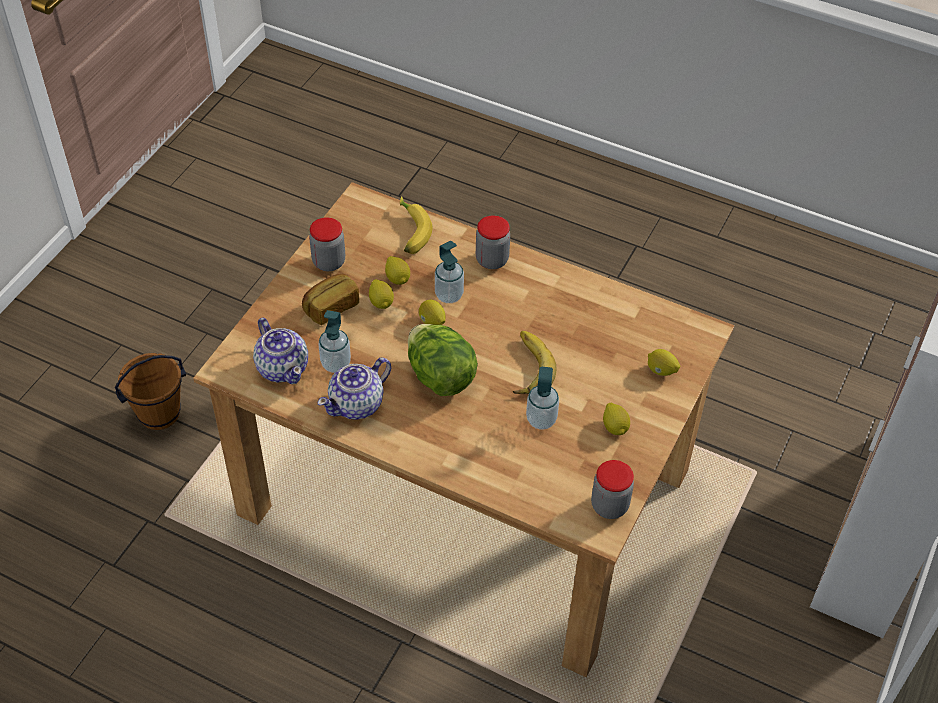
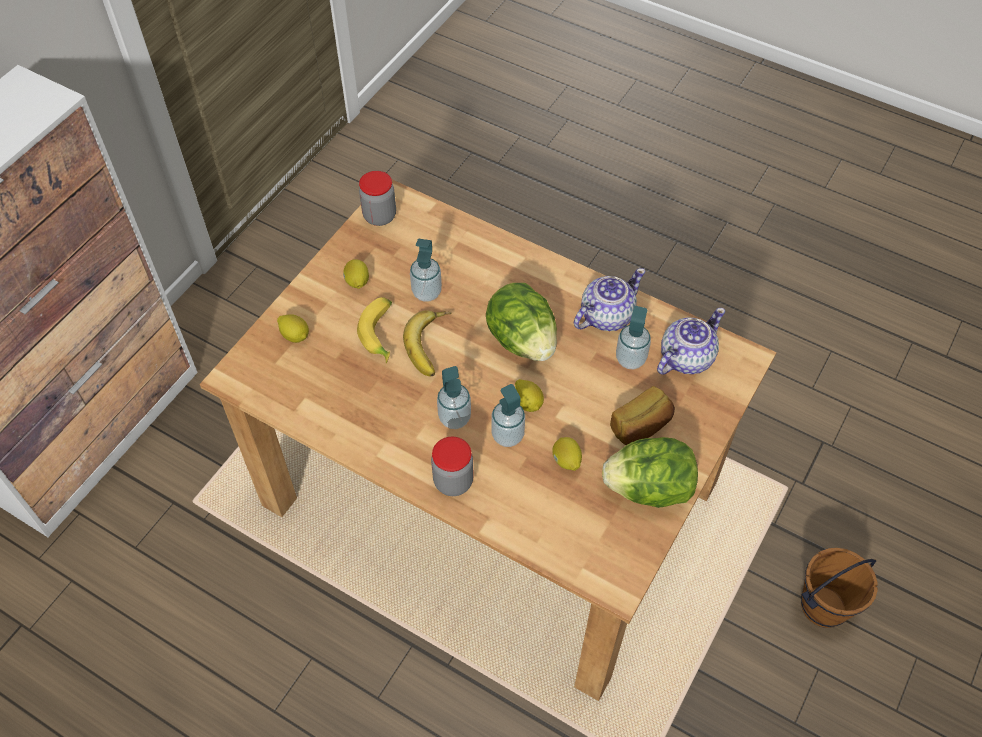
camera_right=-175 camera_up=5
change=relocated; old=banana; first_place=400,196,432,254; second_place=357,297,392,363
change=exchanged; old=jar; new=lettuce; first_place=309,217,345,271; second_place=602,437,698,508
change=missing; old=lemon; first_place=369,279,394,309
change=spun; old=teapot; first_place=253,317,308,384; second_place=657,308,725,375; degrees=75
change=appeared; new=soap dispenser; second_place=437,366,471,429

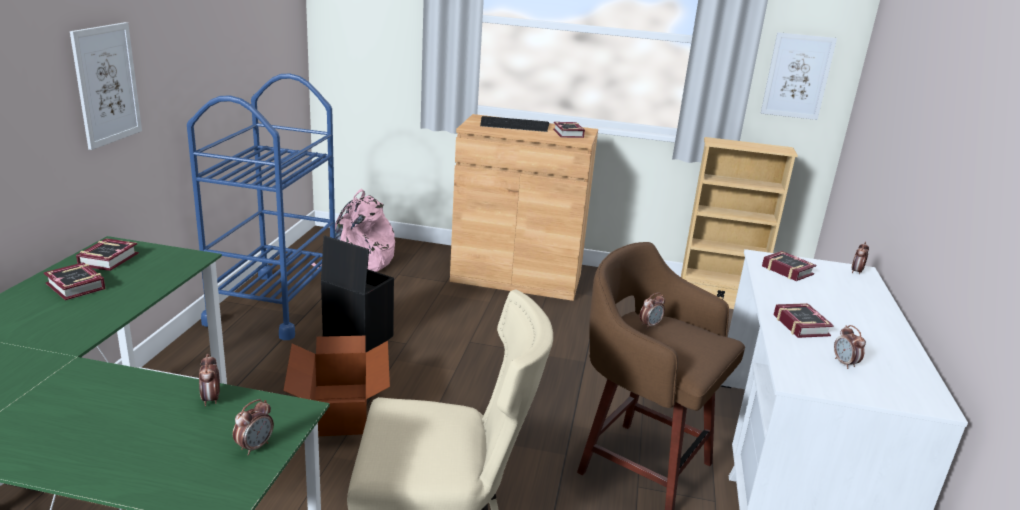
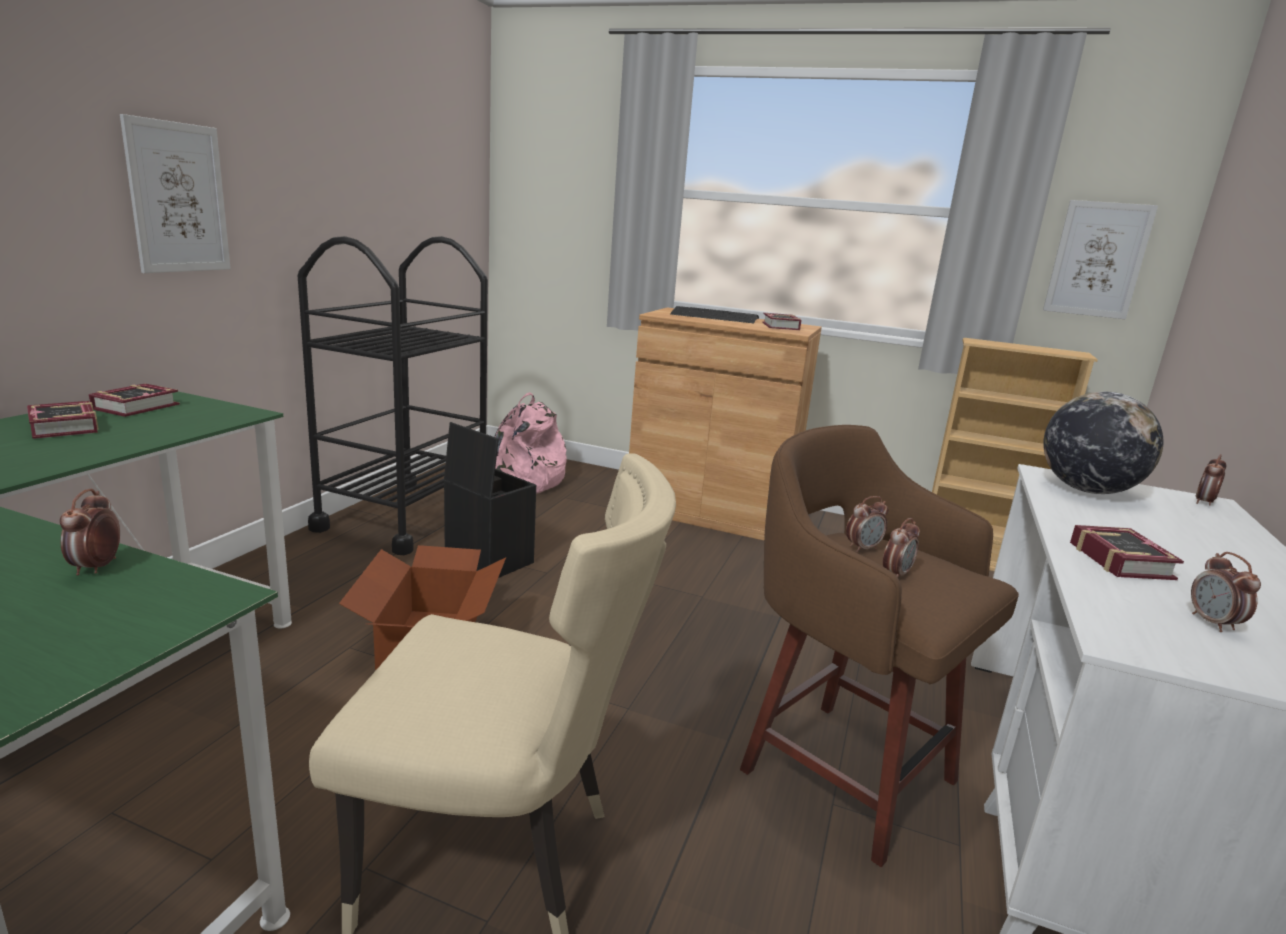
camera_right=10 camera_up=-5
change=colour; old=blue cart; new=black cart; first_place=187,74,335,340; second_place=298,236,488,555
change=exchanged; old=book; new=globe; first_place=762,251,816,281; second_place=1043,392,1163,494
change=relocated; old=alarm clock; first_place=233,399,274,455; second_place=883,518,920,578

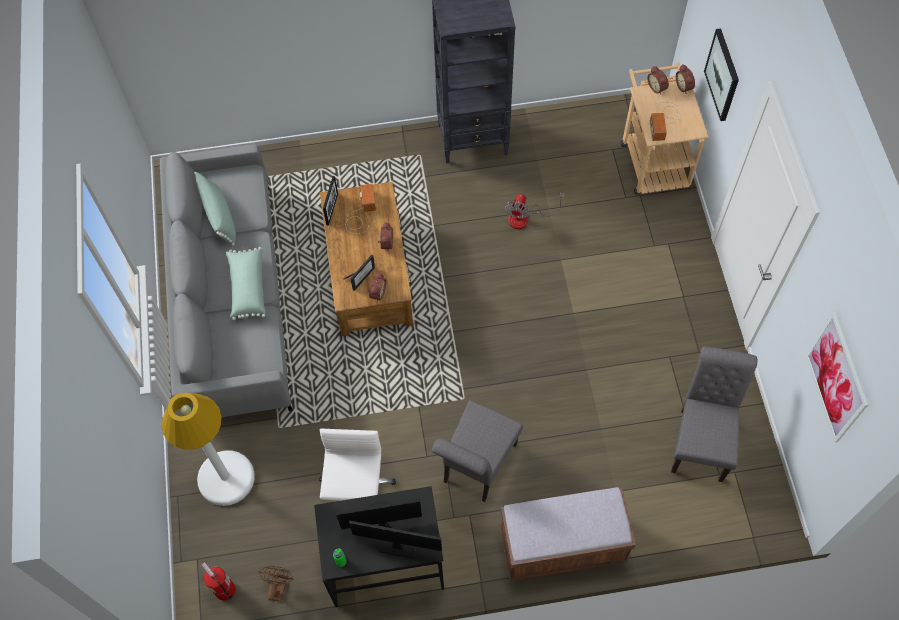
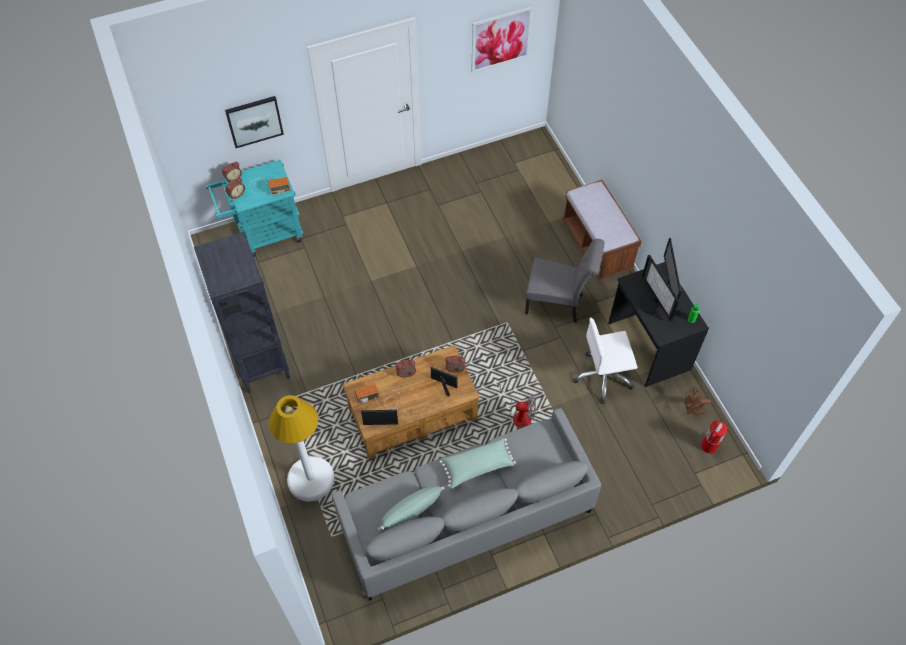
camera_right=-105 camera_up=-5
change=colour; old=beige cart; new=turquoise cart; first_place=621,62,709,195; second_place=206,160,303,257
change=relocated; old=fan; first_place=505,193,565,229; second_place=497,383,536,428
change=missing; old=grey chair; first_place=671,347,758,482
change=relocated; old=white floor lamp; first_place=162,393,255,506; second_place=269,395,335,502

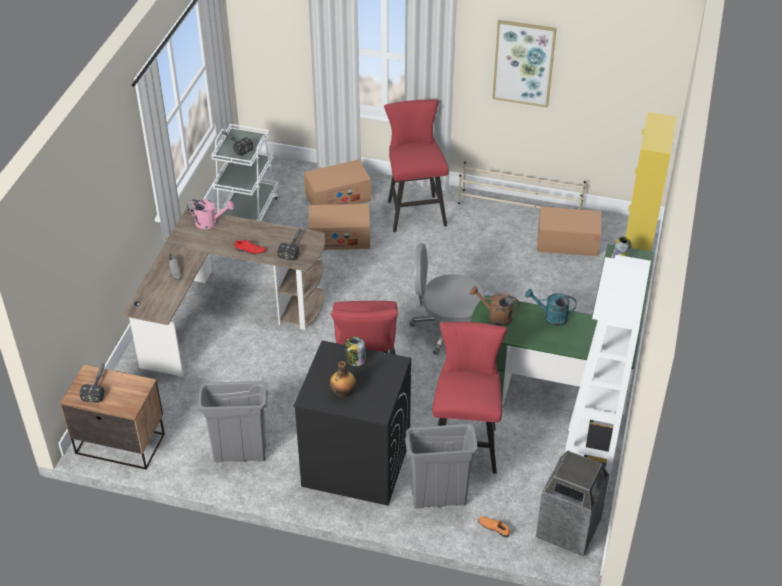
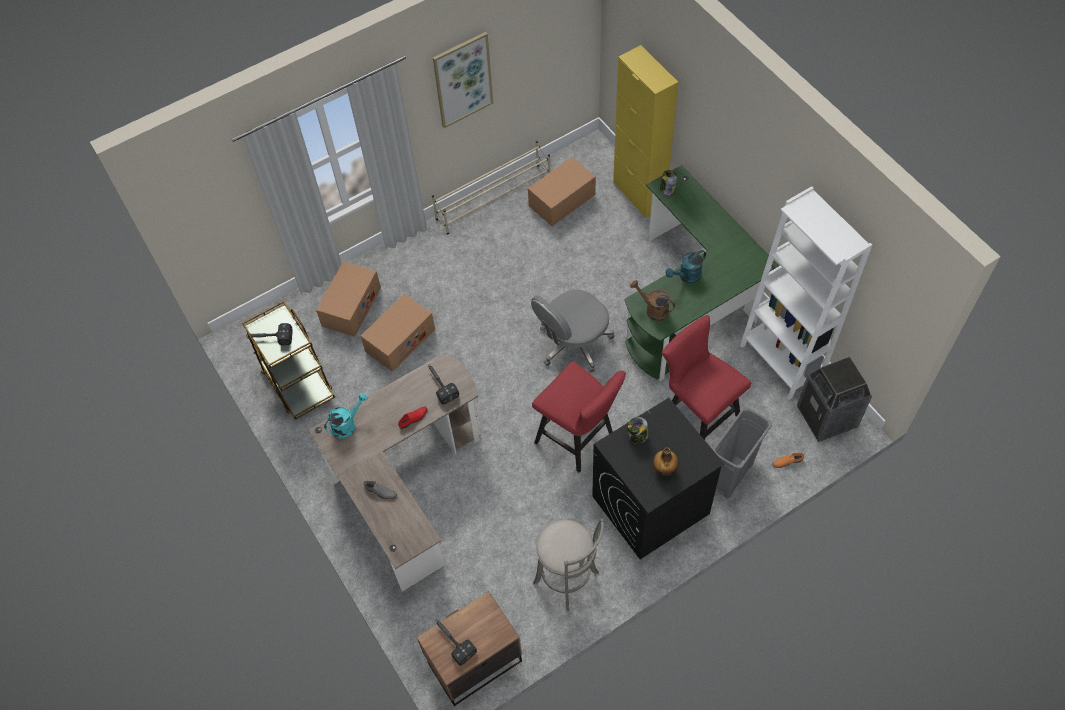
camera_right=-45 camera_up=15
change=missing; old=red stool; first_place=384,99,449,232
change=colour; old=white cart; new=brown cart; first_place=211,124,278,221; second_place=242,301,335,420
change=colour; old=pink watering can; new=turquoise watering can; first_place=187,199,234,229; second_place=324,393,368,439
change=spun; old=brown watering can; first_place=470,286,520,326; second_place=630,280,675,321; degrees=60
change=exchanged; old=grey trash can; new=grey stool; first_place=198,381,268,462; second_place=533,518,604,610

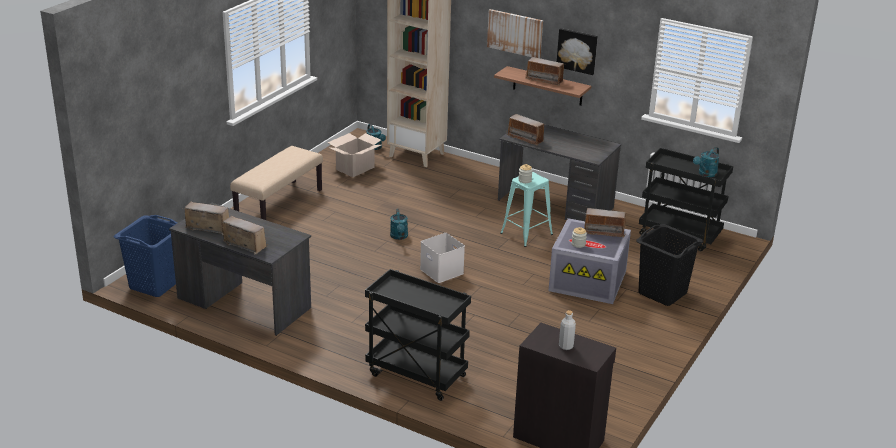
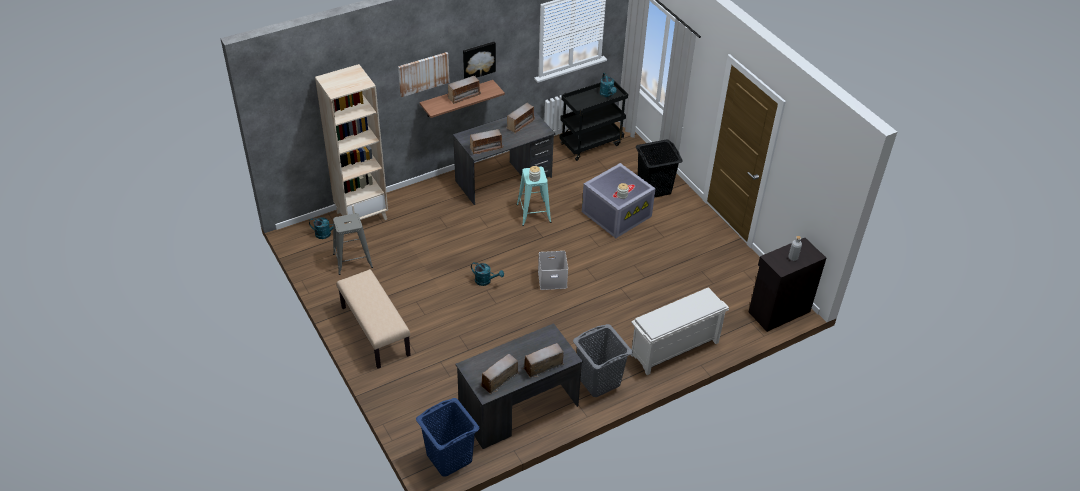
camera_right=-60 camera_up=15
change=exchanged; old=cardboard box; new=grey stool; first_place=327,133,381,177; second_place=333,213,373,275
change=relocated; old=radio; first_place=584,208,628,238; second_place=506,103,535,133
change=exchanged; old=black cart; new=white shoe rack; first_place=365,269,471,401; second_place=631,287,729,375
change=appeared; new=grey laundry basket; second_place=573,324,633,397

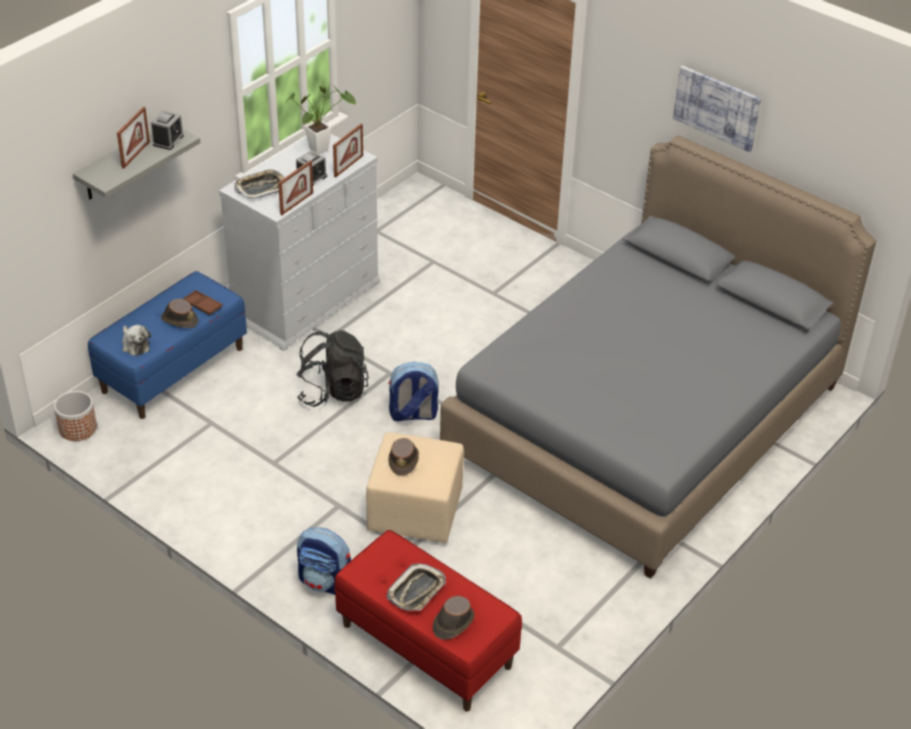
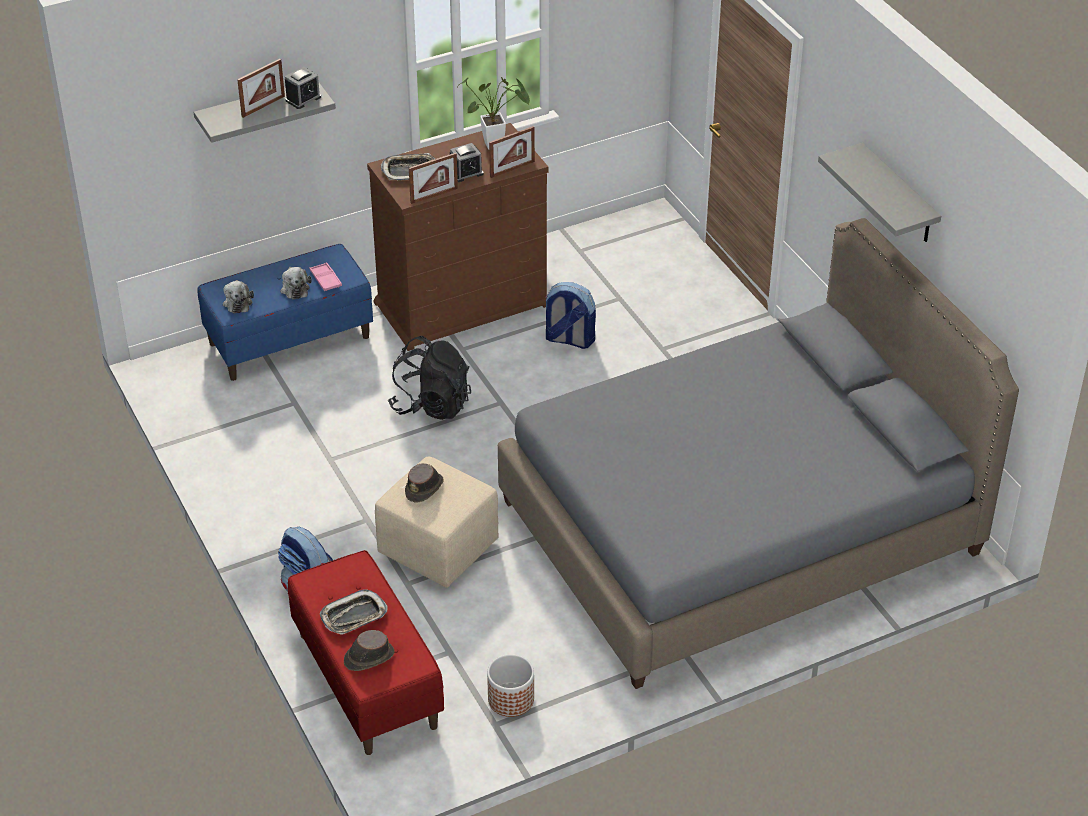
camera_right=25 camera_up=0
change=exchanged; old=picture; new=grey shelf; first_place=673,65,761,152; second_place=818,143,941,242
change=colour; old=white dresser; new=brown dresser; first_place=219,134,380,351; second_place=367,123,549,351
change=colour; old=brown tray; new=pink tray; first_place=183,290,223,315; second_place=309,262,342,291
change=exchanged; old=brown hat; new=plush toy; first_place=161,299,198,328; second_place=280,267,312,300
change=relocated; old=backpack; first_place=388,362,439,422; second_place=544,282,596,349
change=relocated; old=planter; first_place=54,391,97,441; second_place=487,654,534,717

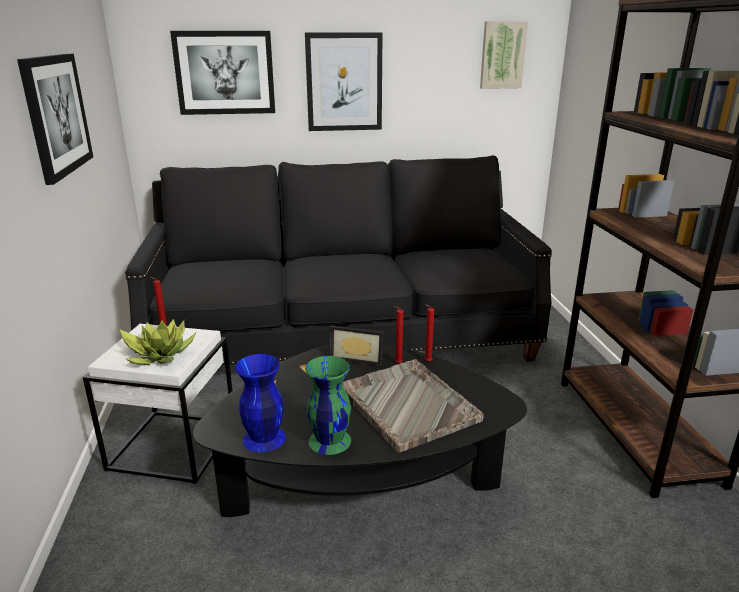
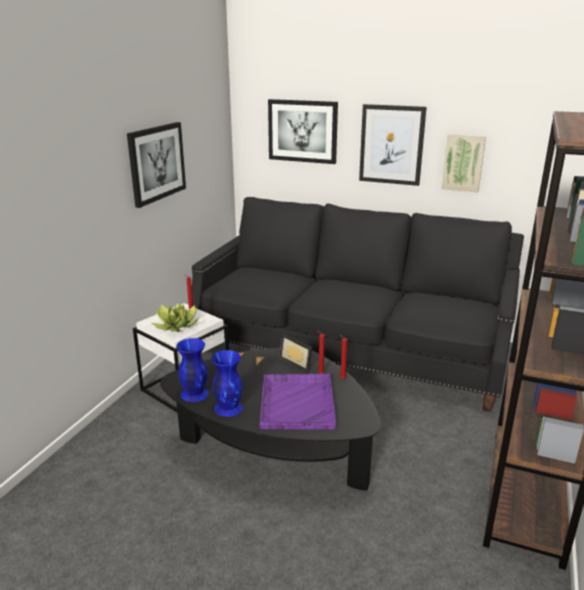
camera_right=30 camera_up=0
change=relocated; old=picture; first_place=480,21,528,89; second_place=442,135,486,192
change=colour; old=green vase; new=blue vase; first_place=305,356,351,455; second_place=211,350,243,417
change=colour; old=grey tray; new=purple tray; first_place=343,359,484,453; second_place=260,374,336,430

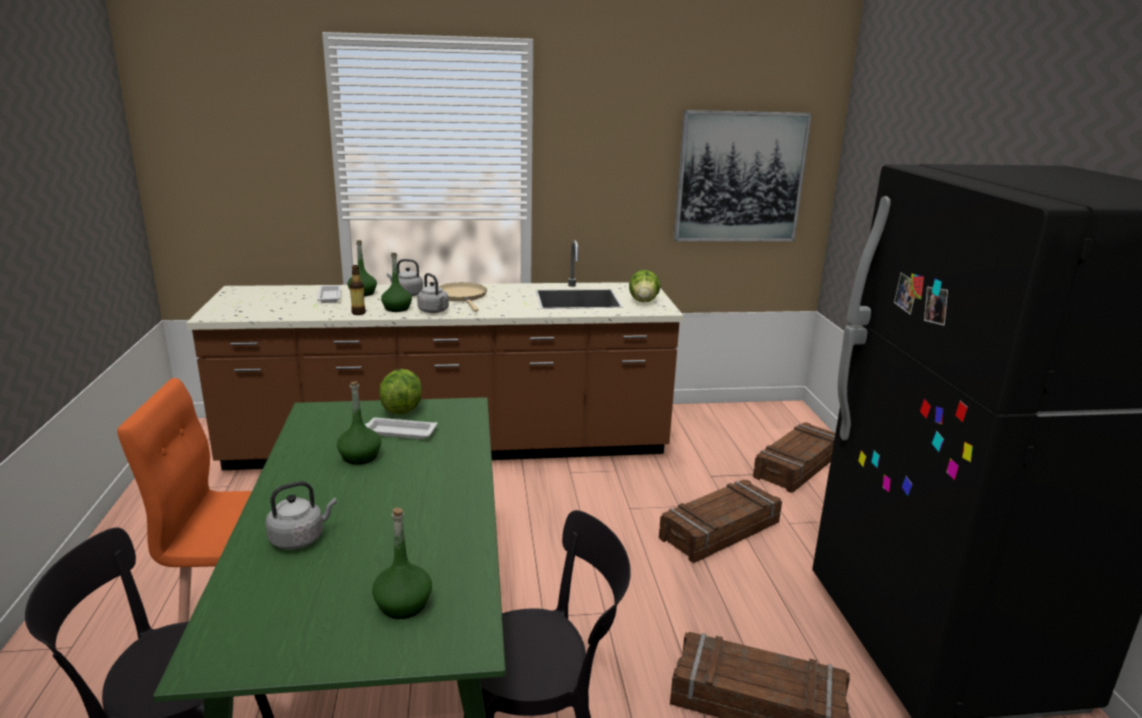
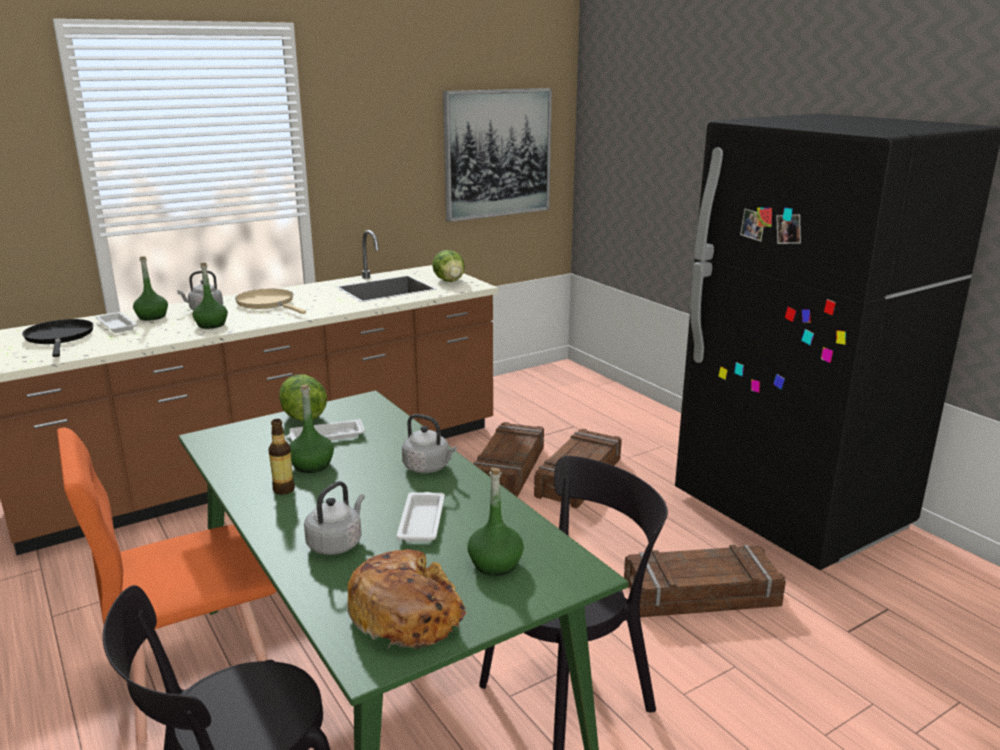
camera_right=-25 camera_up=0
change=relocated; old=bottle; first_place=350,265,366,315; second_place=268,419,295,495
change=relocated; old=grey kettle; first_place=417,273,449,313; second_place=402,414,457,473
change=relocated; old=crate; first_place=753,422,835,493; second_place=473,422,544,497
change=appeared; new=black frying pan; second_place=22,319,93,357
change=appeared; new=white tray; second_place=396,492,445,542
change=appeared; new=bread; second_place=347,549,467,649

